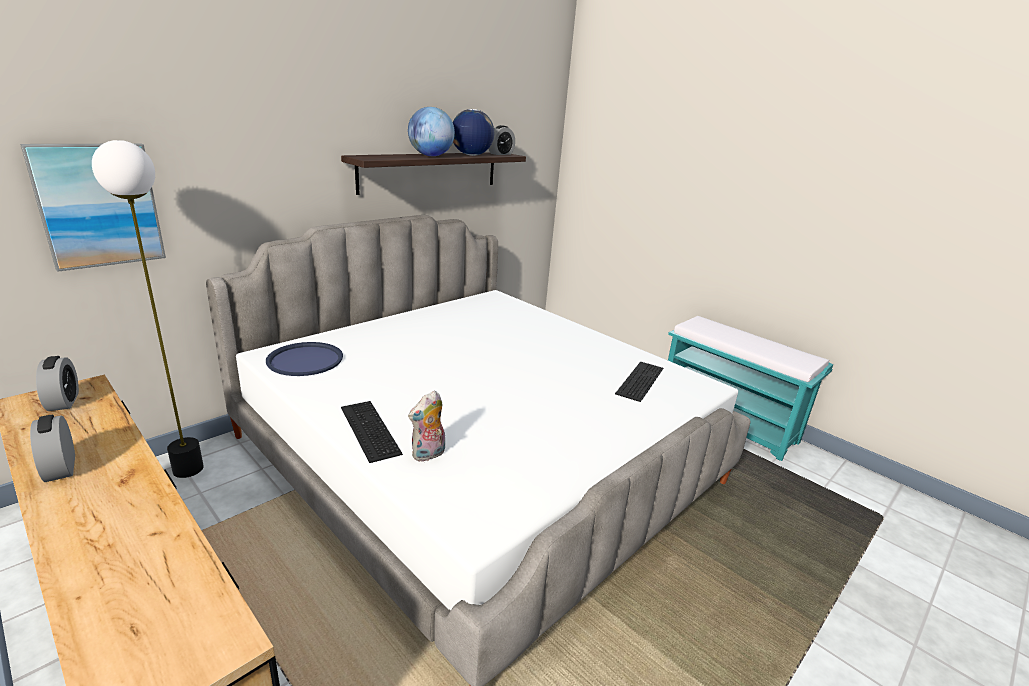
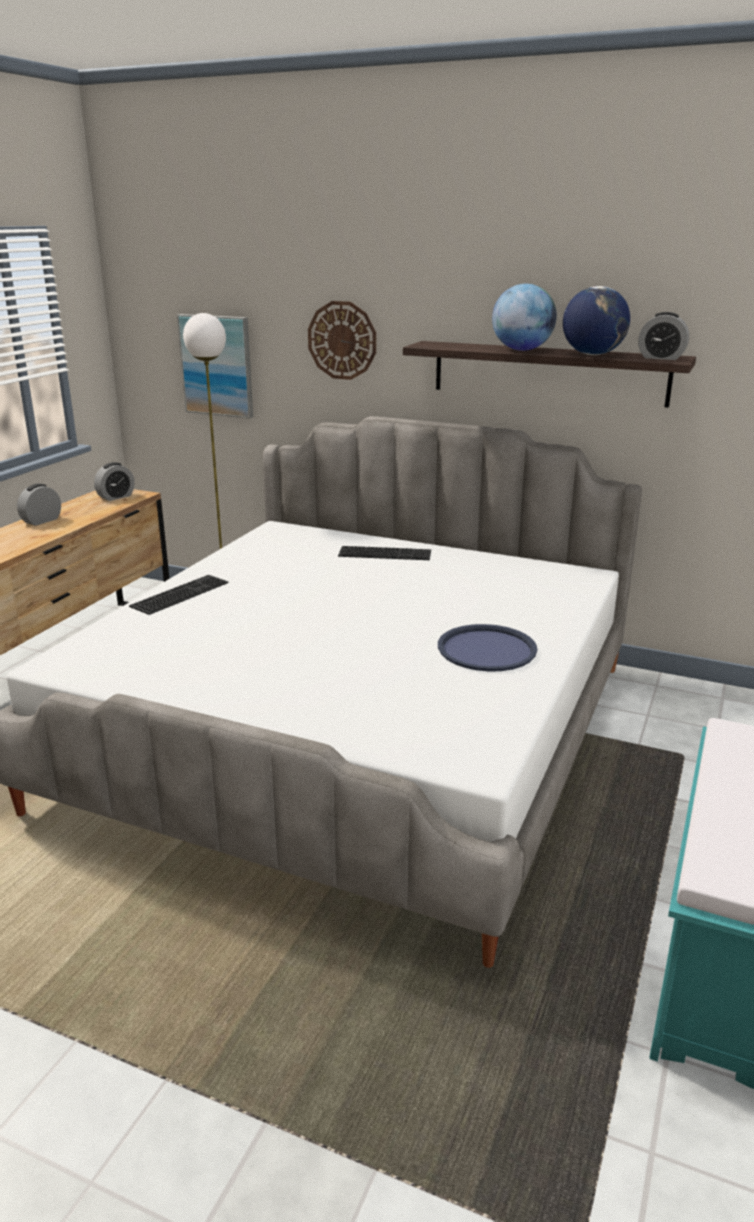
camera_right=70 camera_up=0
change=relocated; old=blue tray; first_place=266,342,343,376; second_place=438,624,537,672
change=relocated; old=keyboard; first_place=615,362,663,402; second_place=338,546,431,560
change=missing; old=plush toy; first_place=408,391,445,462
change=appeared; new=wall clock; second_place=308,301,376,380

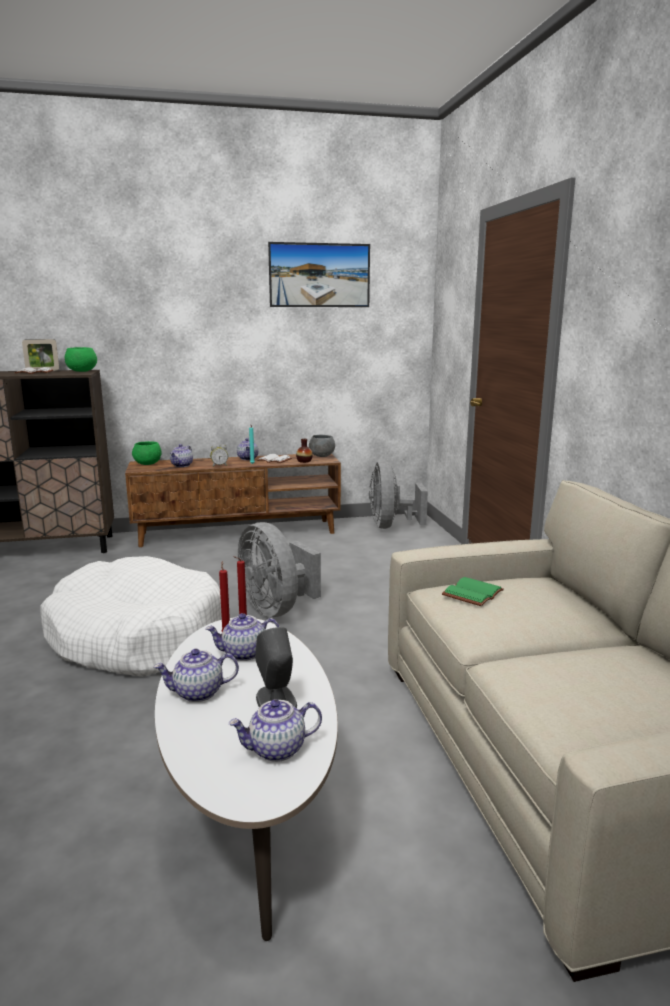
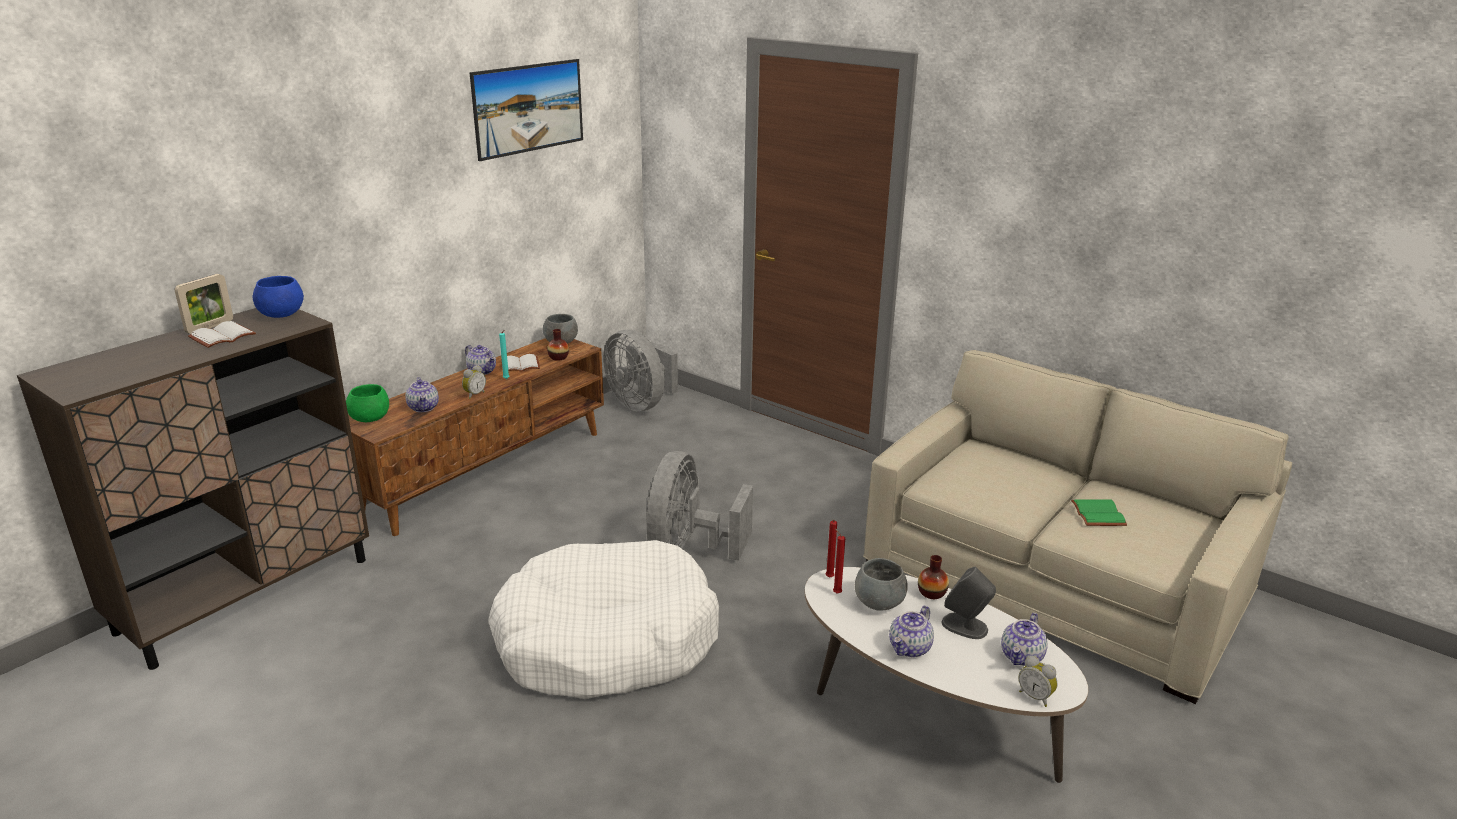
camera_right=-40 camera_up=10
change=colour; old=green bowl; new=blue bowl; first_place=65,347,97,372; second_place=253,276,304,318
change=spun; old=grey fan; first_place=238,522,321,617; second_place=646,451,753,561; degrees=90
change=relocated; old=green book; first_place=442,577,504,606; second_place=1071,499,1127,526
change=exchanged; old=teapot; new=grey bowl; first_place=206,613,279,661; second_place=855,558,908,611
change=appeared; new=vase; second_place=918,555,949,599
change=appeared; new=alarm clock; second_place=1019,656,1058,707

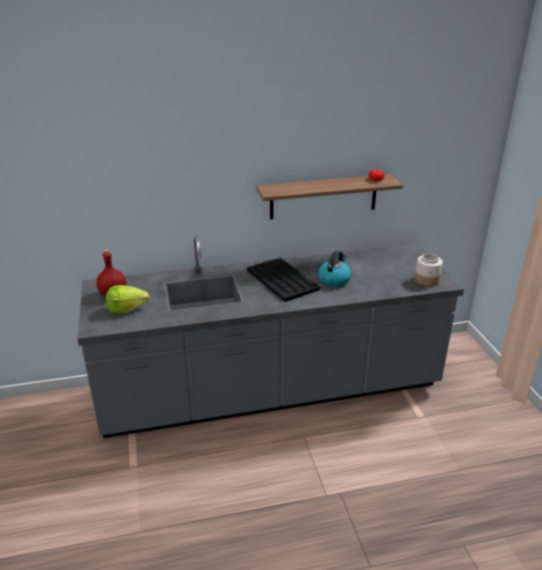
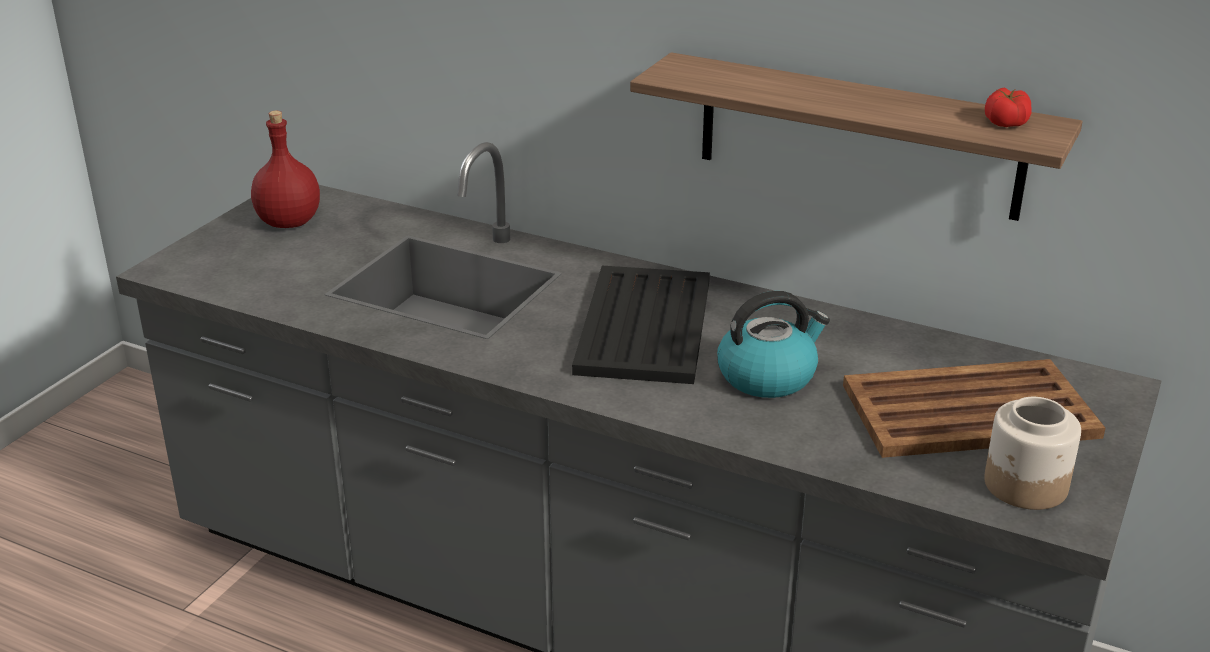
camera_right=40 camera_up=0
change=missing; old=lettuce; first_place=106,285,150,314
change=appeared; new=brown tray; second_place=843,359,1105,458

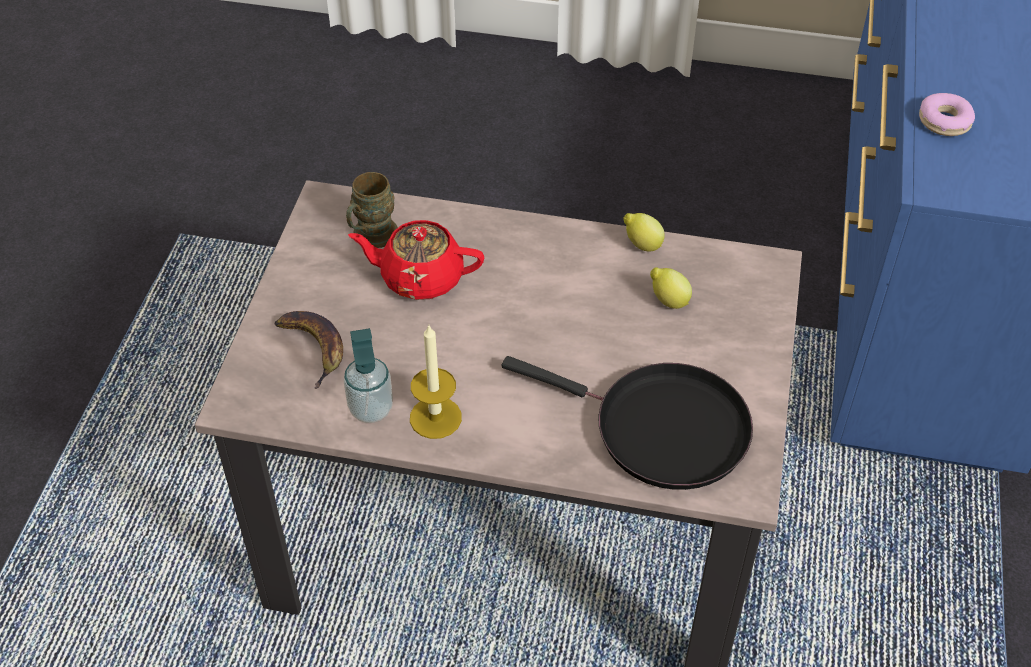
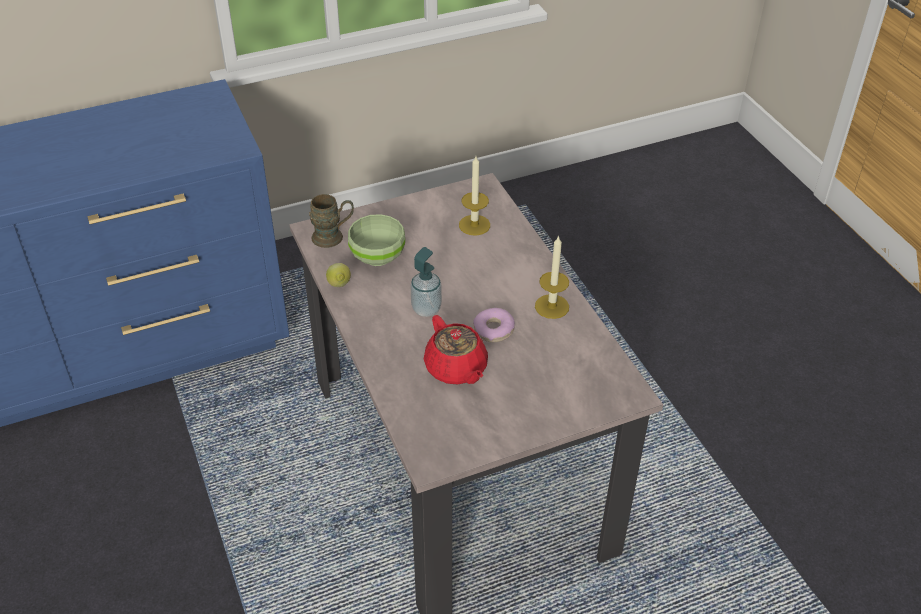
camera_right=-125 camera_up=-5
change=relocated; old=donut; first_place=919,93,975,136; second_place=473,308,515,342
change=relocated; old=brown mug; first_place=346,172,398,248; second_place=309,194,354,248
change=exchanged; old=lemon; new=green bowl; first_place=650,267,692,309; second_place=348,214,405,266
change=missing; old=banana; first_place=274,311,343,389
change=relocated; old=soap dispenser; first_place=344,328,393,423; second_place=410,247,442,317
change=exchanged; old=black frying pan; new=candle; first_place=502,356,753,490; second_place=459,156,490,235

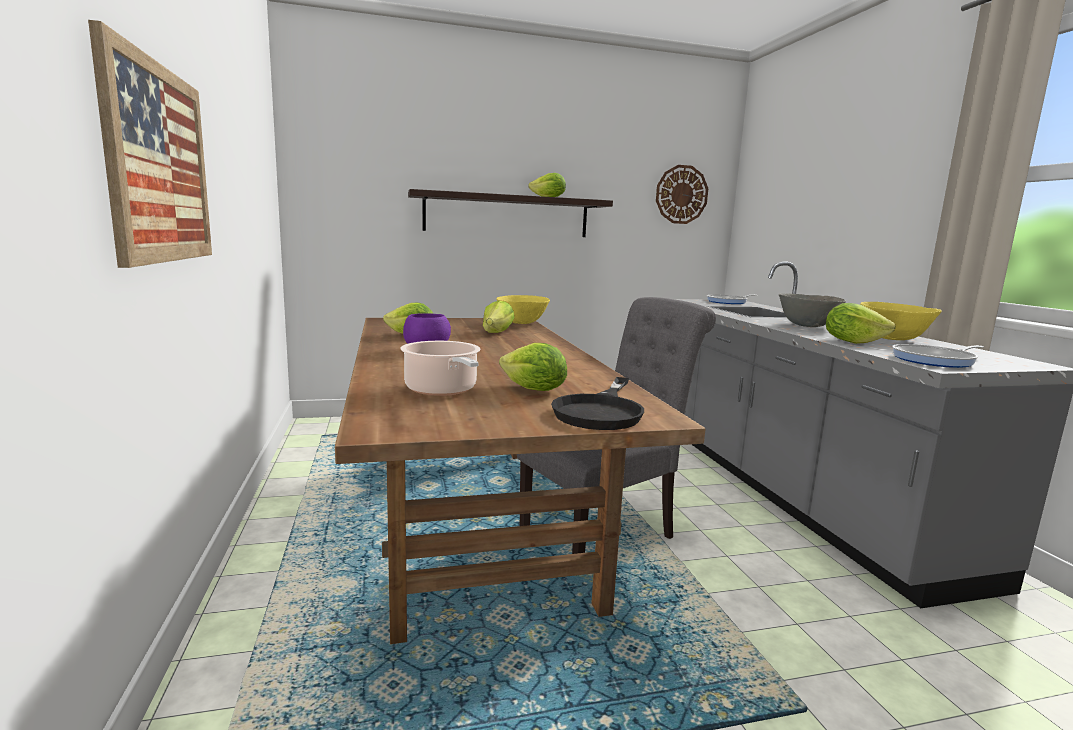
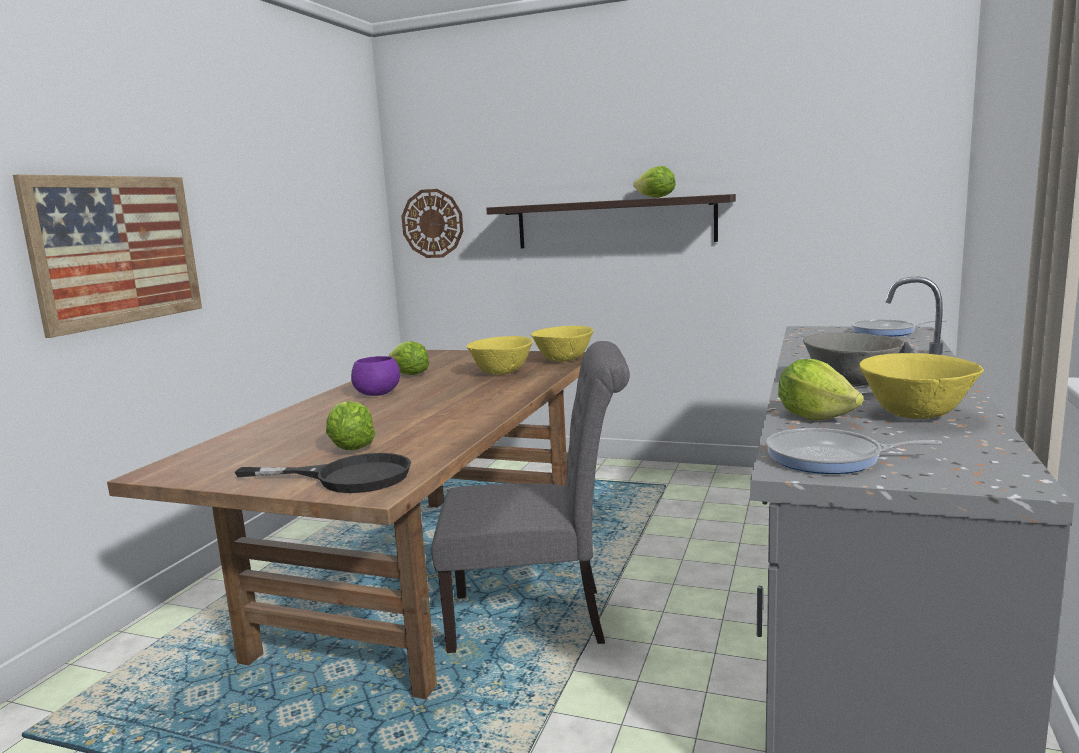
camera_right=35 camera_up=0
change=relocated; old=wall clock; first_place=656,165,708,224; second_place=401,189,463,258
change=exchanged; old=lettuce; new=yellow bowl; first_place=483,301,514,333; second_place=467,336,533,375
change=missing; old=cooking pot; first_place=400,341,481,396
change=spun; old=black frying pan; first_place=551,377,644,430; second_place=234,453,411,493; degrees=-135

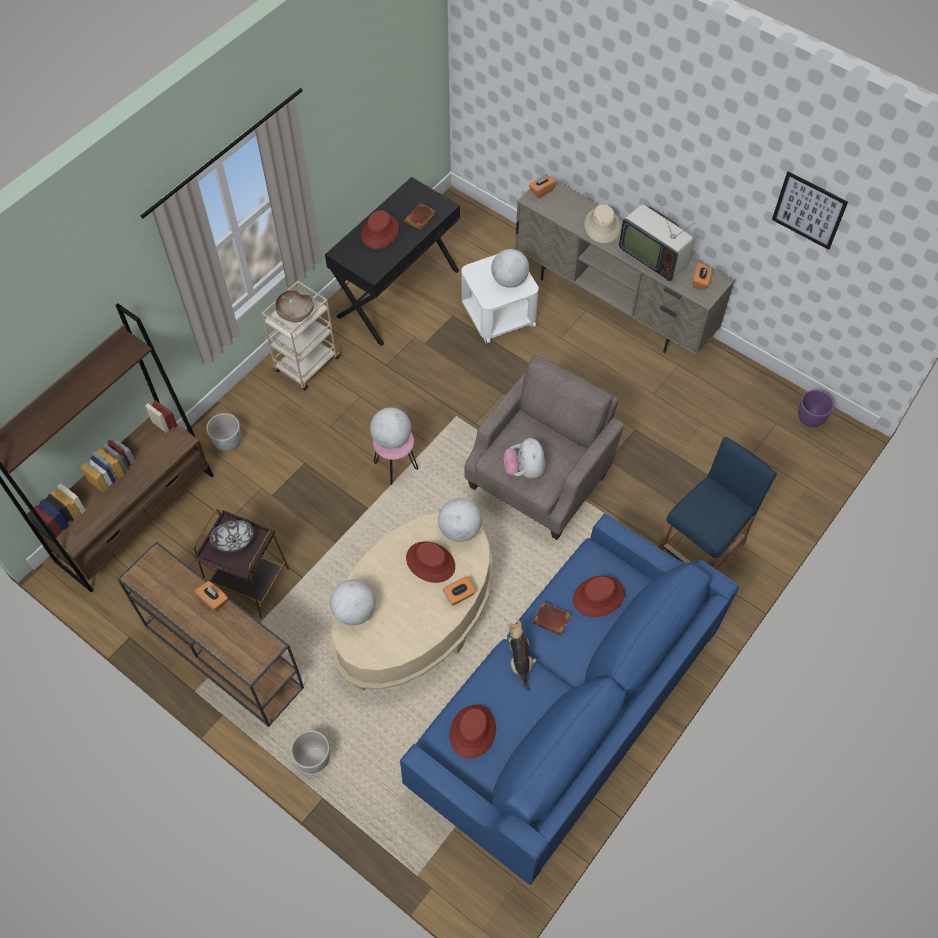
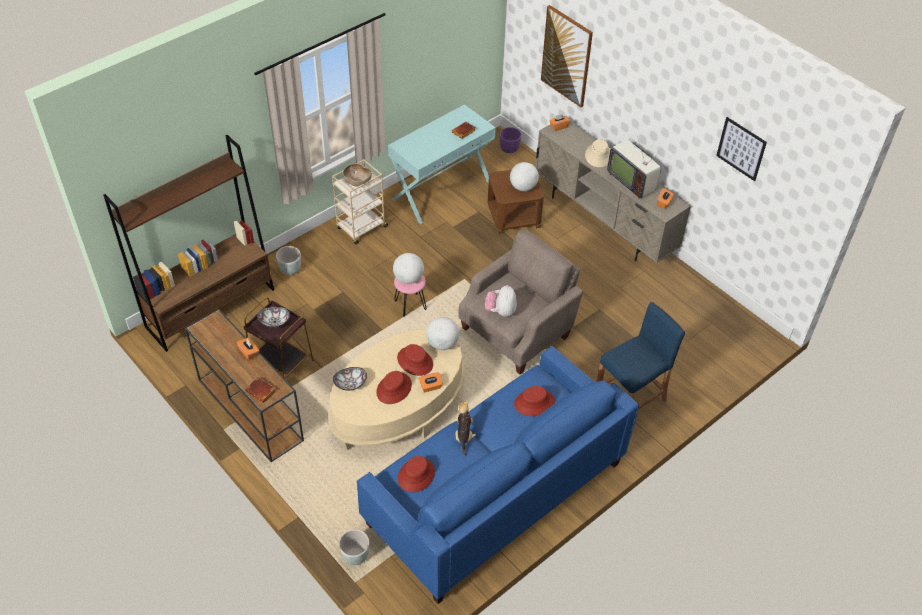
camera_right=10 camera_up=-10
change=colour; old=black console table; new=turquoise console table; first_place=325,177,460,346; second_place=388,104,496,224
change=relocated; old=red hat; first_place=361,210,399,249; second_place=376,371,412,404
change=colour; old=white side table; new=brown side table; first_place=461,254,539,344; second_place=488,170,544,234
change=relocated; old=purple planter; first_place=798,390,834,427; second_place=499,127,521,153
change=exchanged; old=globe; new=bowl; first_place=330,579,376,625; second_place=333,367,367,391
change=relocated; old=brown book; first_place=532,602,571,635; second_place=245,377,276,403
change=relocated; old=grey planter; first_place=291,730,330,773; second_place=339,529,369,565
change=appeared; new=picture; second_place=541,5,593,108

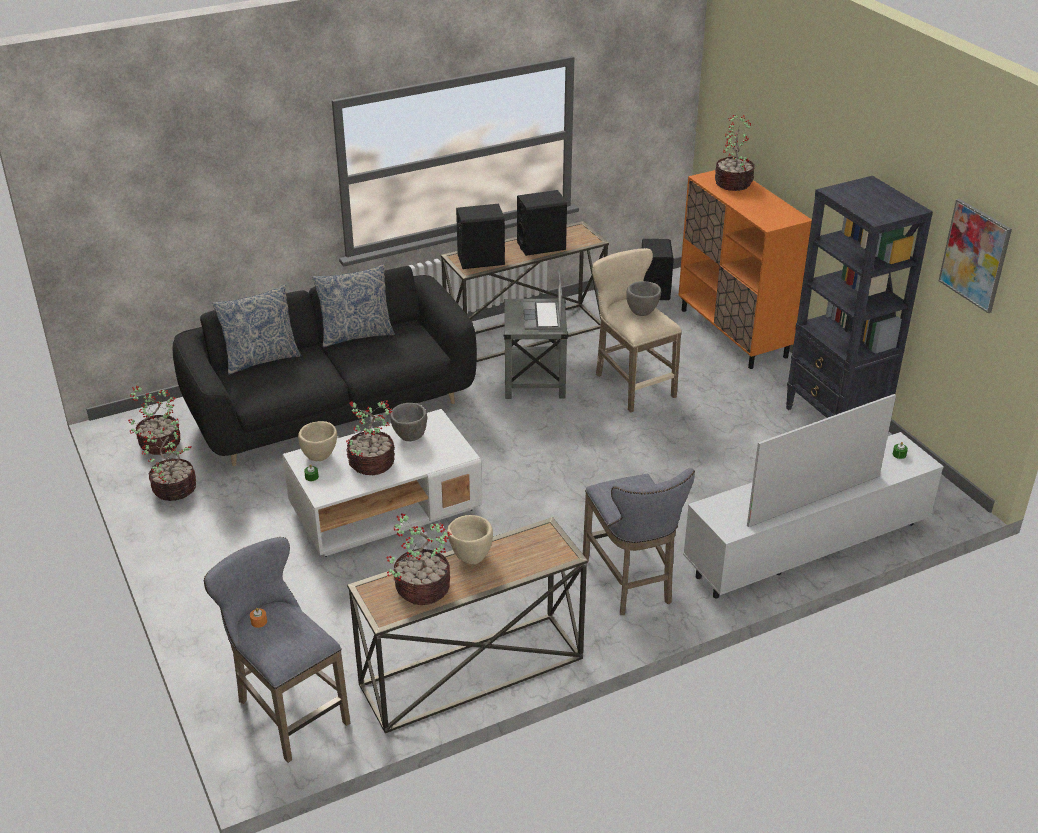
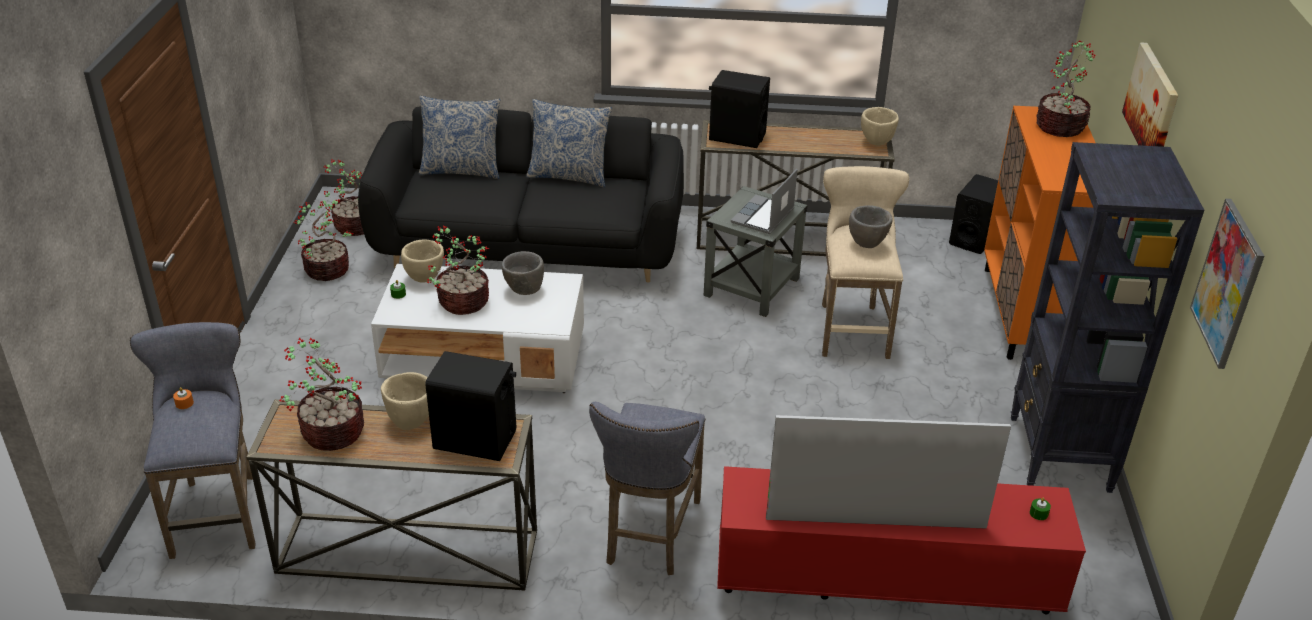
camera_right=30 camera_up=0
change=relocated; old=black speaker; first_place=517,190,567,256; second_place=425,351,516,461
change=colour; old=white tv stand; new=red tv stand; first_place=683,432,944,599; second_place=717,466,1086,614
change=appeared; new=picture; second_place=1122,42,1178,147
change=appeared; new=beige bowl; second_place=861,107,899,146

